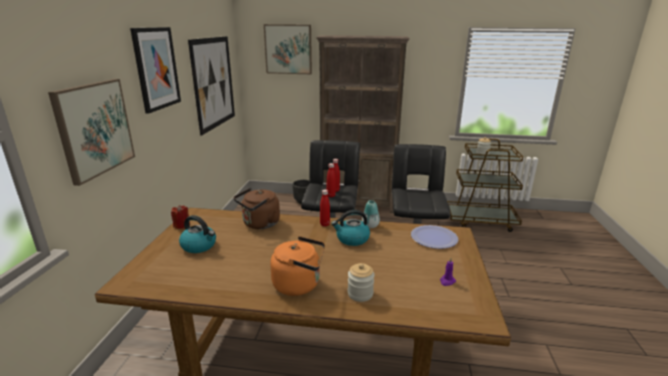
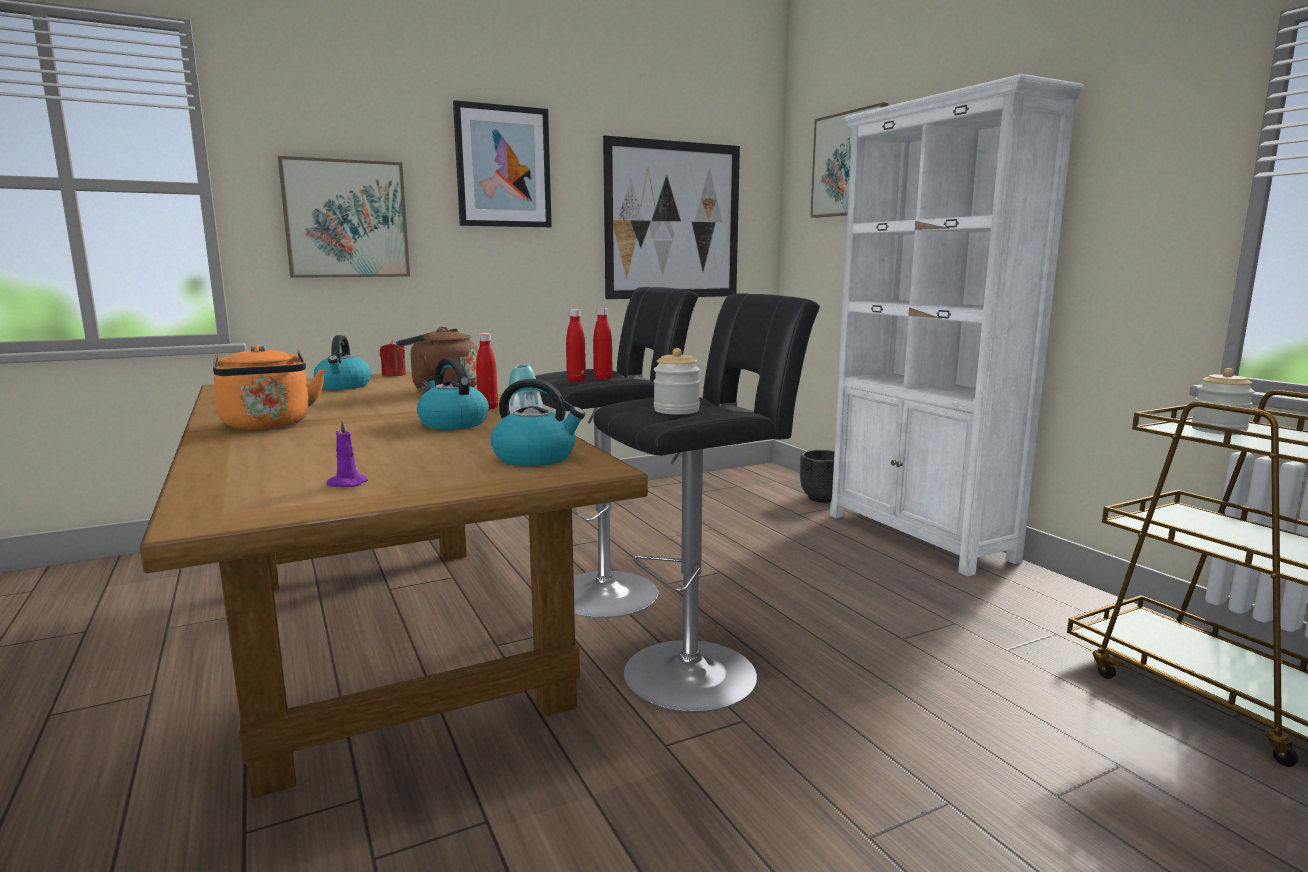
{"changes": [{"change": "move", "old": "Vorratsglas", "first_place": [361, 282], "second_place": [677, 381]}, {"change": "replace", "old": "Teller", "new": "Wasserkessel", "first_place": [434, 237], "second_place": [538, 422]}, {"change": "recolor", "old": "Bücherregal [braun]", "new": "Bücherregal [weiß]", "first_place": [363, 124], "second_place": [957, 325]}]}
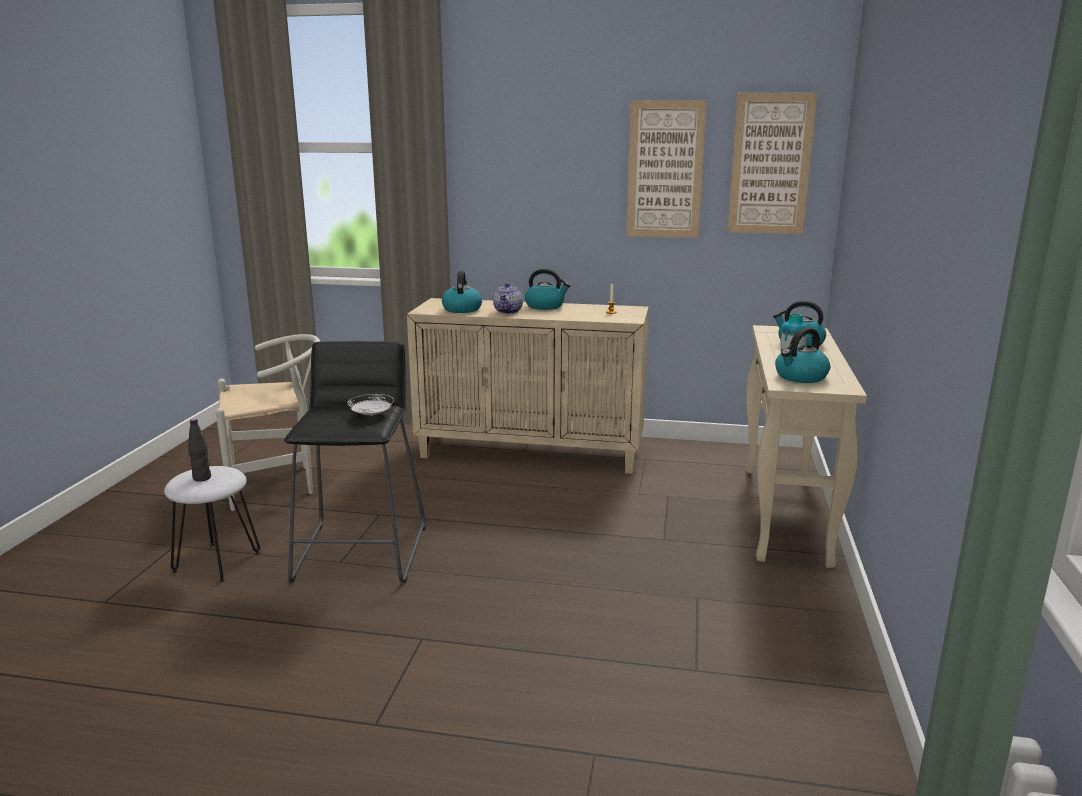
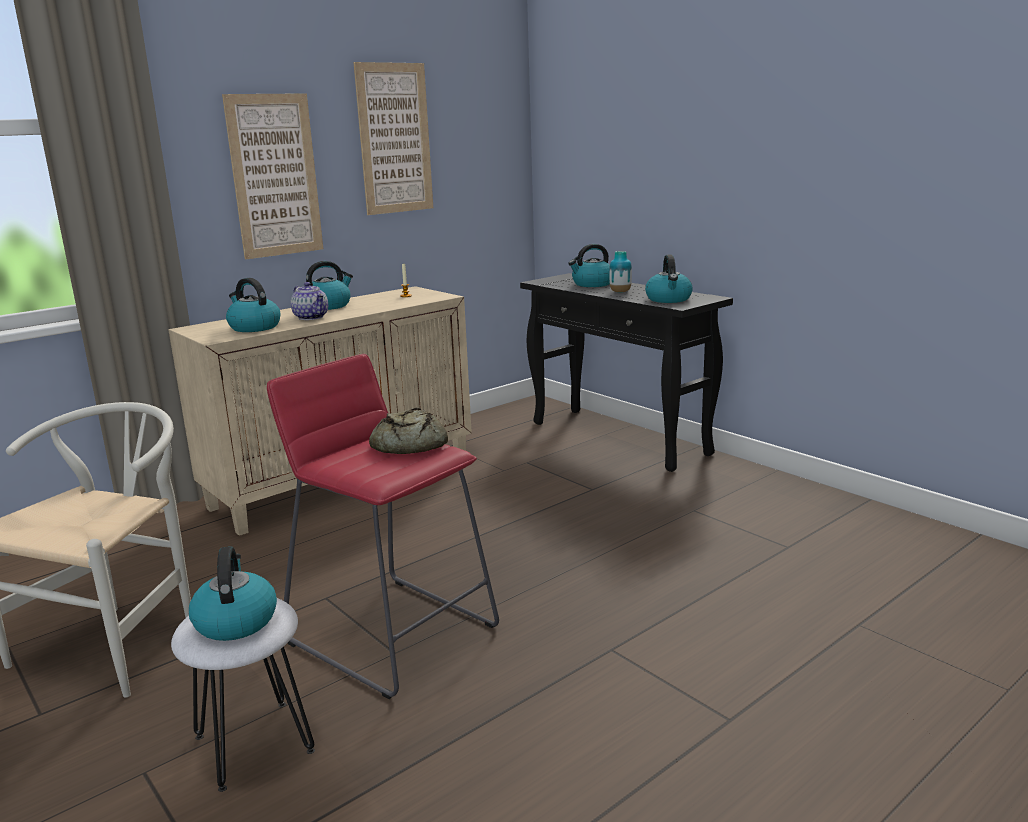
{"changes": [{"change": "move", "old": "Bild", "first_place": [772, 163], "second_place": [272, 176]}, {"change": "replace", "old": "Flasche [schwarz]", "new": "Wasserkessel", "first_place": [199, 450], "second_place": [233, 593]}, {"change": "replace", "old": "Teller [weiß]", "new": "Brot", "first_place": [371, 405], "second_place": [408, 431]}, {"change": "recolor", "old": "Hocker [schwarz]", "new": "Hocker [rot]", "first_place": [355, 462], "second_place": [383, 526]}, {"change": "recolor", "old": "Konsolentisch [beige]", "new": "Konsolentisch [schwarz]", "first_place": [806, 446], "second_place": [626, 372]}]}
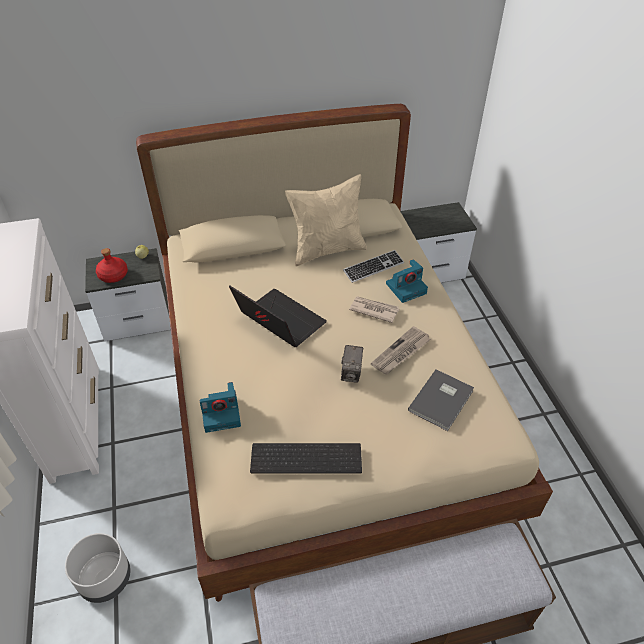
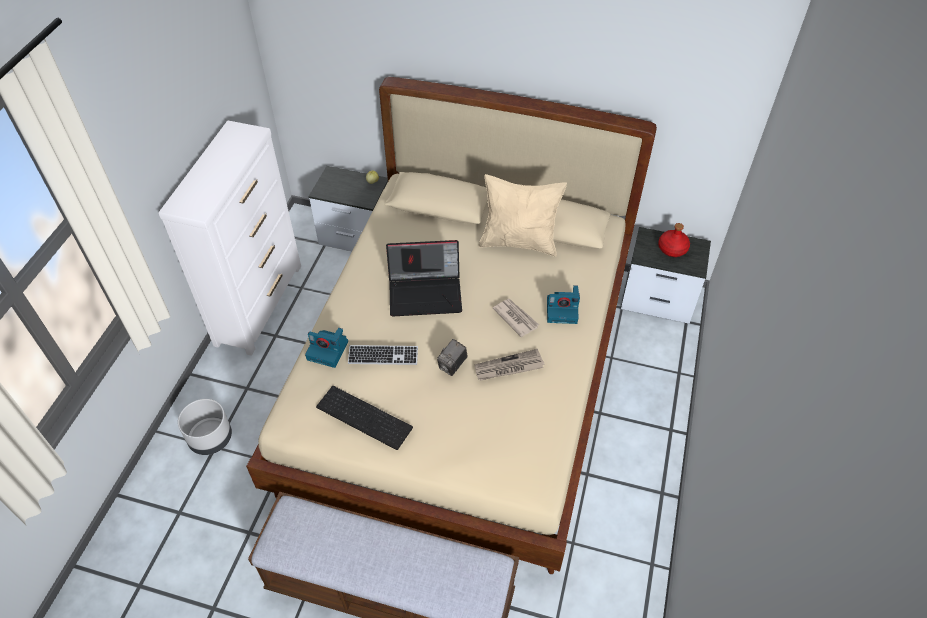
{"changes": [{"change": "delete", "old": "Buch [grau]", "first_place": [441, 400]}, {"change": "move", "old": "Flasche [rot]", "first_place": [112, 265], "second_place": [674, 240]}, {"change": "move", "old": "Tastatur", "first_place": [373, 266], "second_place": [383, 355]}, {"change": "rotate", "old": "Laptop", "first_place": [278, 316], "second_place": [424, 278], "degrees": 105}]}
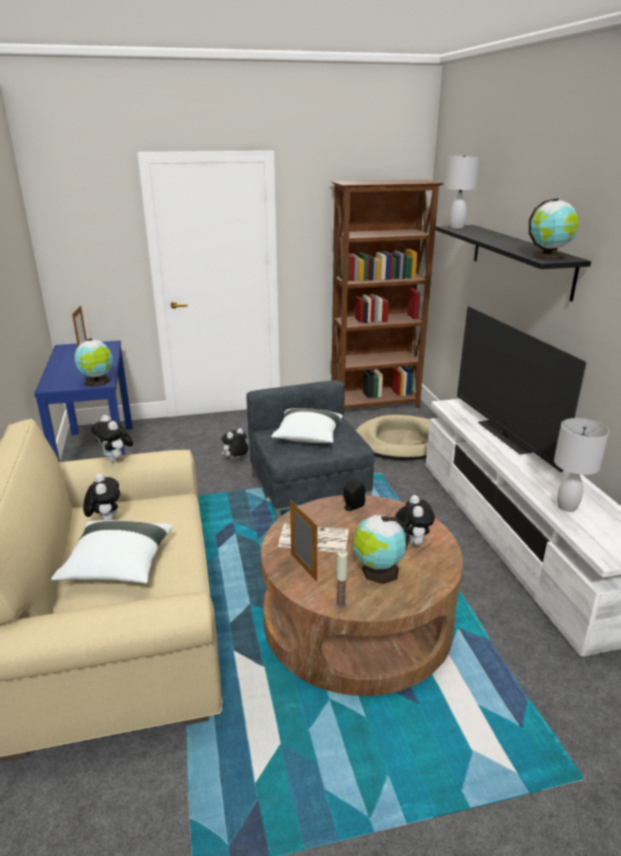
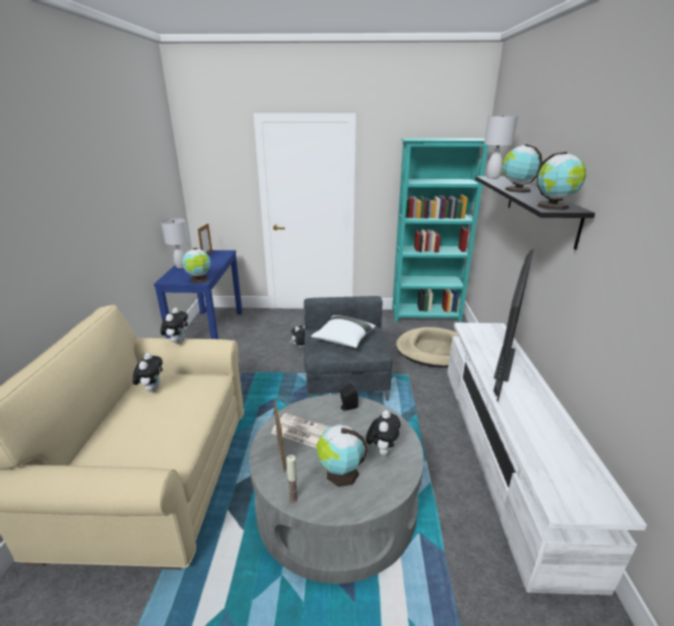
{"changes": [{"change": "delete", "old": "Kissen [weiß]", "first_place": [112, 551]}, {"change": "insert", "new": "Globus", "second_place": [522, 168]}, {"change": "move", "old": "Tischlampe [weiß]", "first_place": [581, 465], "second_place": [175, 243]}, {"change": "recolor", "old": "Couchtisch [braun]", "new": "Couchtisch [grau]", "first_place": [362, 595], "second_place": [336, 489]}, {"change": "recolor", "old": "Bücherregal [braun]", "new": "Bücherregal [türkis]", "first_place": [387, 294], "second_place": [440, 230]}, {"change": "rotate", "old": "Plüschtier", "first_place": [112, 438], "second_place": [174, 326], "degrees": -150}, {"change": "rotate", "old": "Fernseher", "first_place": [521, 389], "second_place": [513, 324], "degrees": -150}]}
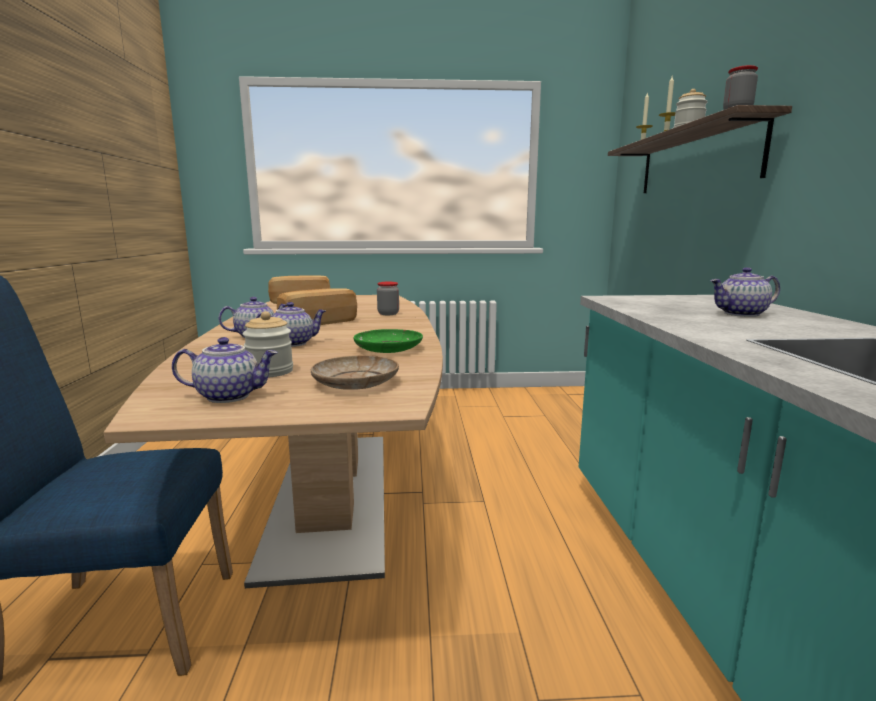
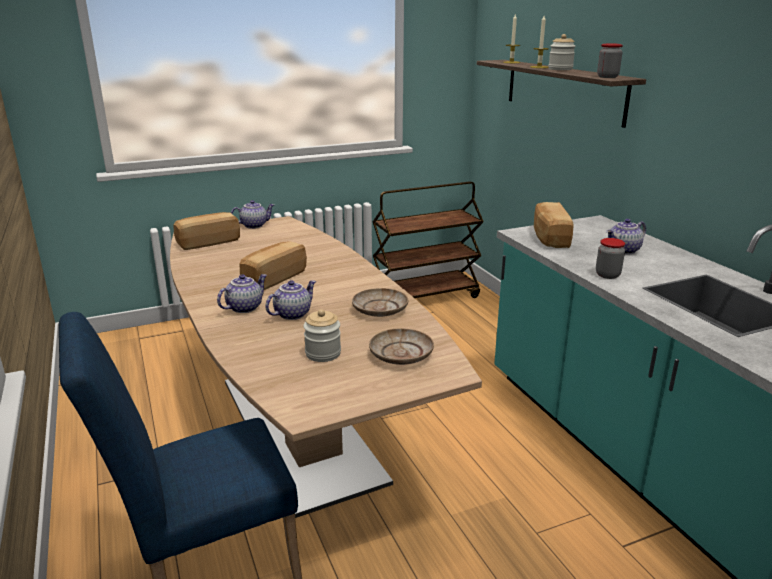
{"changes": [{"change": "insert", "new": "Rollwagen [braun]", "second_place": [428, 239]}, {"change": "insert", "new": "Brot", "second_place": [554, 225]}, {"change": "move", "old": "Teekanne", "first_place": [225, 370], "second_place": [252, 214]}, {"change": "move", "old": "Vorratsglas", "first_place": [388, 298], "second_place": [610, 258]}, {"change": "recolor", "old": "Teller [grün]", "new": "Teller [beige]", "first_place": [388, 341], "second_place": [380, 302]}]}
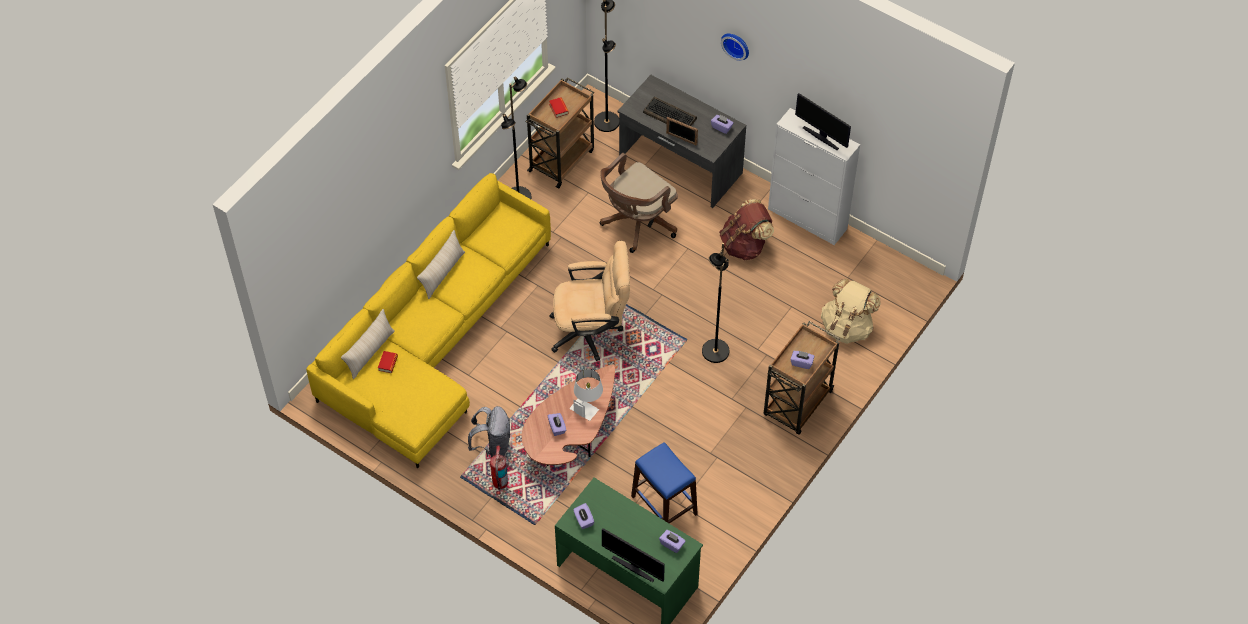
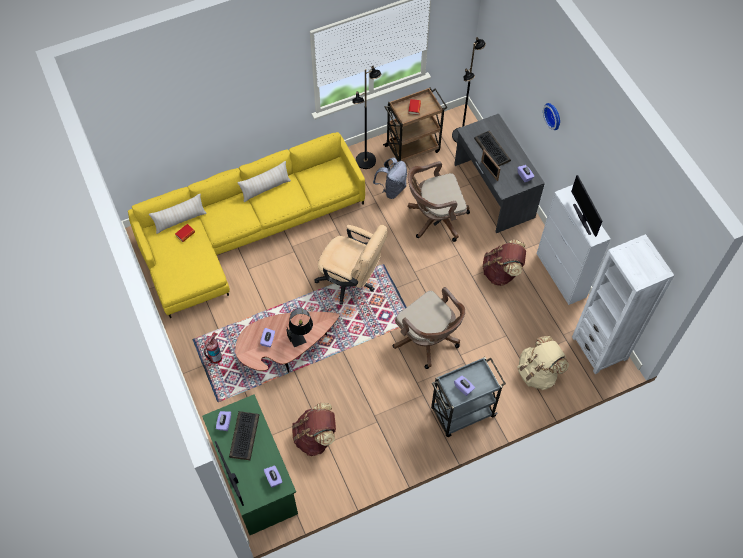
{"changes": [{"change": "insert", "new": "Tastatur", "second_place": [244, 435]}, {"change": "insert", "new": "Bücherregal [weiß]", "second_place": [623, 304]}, {"change": "move", "old": "Rucksack [grau]", "first_place": [489, 431], "second_place": [390, 178]}, {"change": "replace", "old": "Hocker [blau]", "new": "Rucksack [braun]", "first_place": [664, 483], "second_place": [314, 429]}, {"change": "replace", "old": "Stehlampe [schwarz]", "new": "Bürostuhl [braun]", "first_place": [715, 303], "second_place": [429, 328]}, {"change": "recolor", "old": "Tischlampe [weiß]", "new": "Tischlampe [schwarz]", "first_place": [586, 395], "second_place": [299, 327]}, {"change": "recolor", "old": "Rollwagen [braun]", "new": "Rollwagen [grau]", "first_place": [802, 378], "second_place": [468, 397]}]}
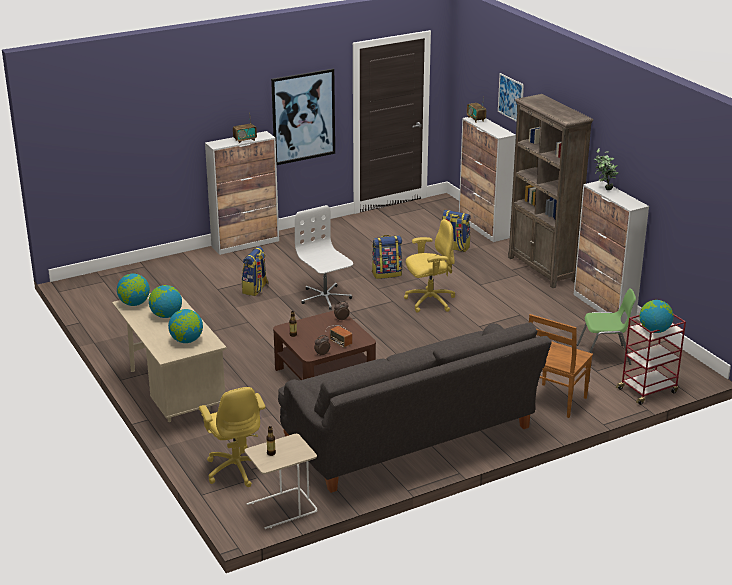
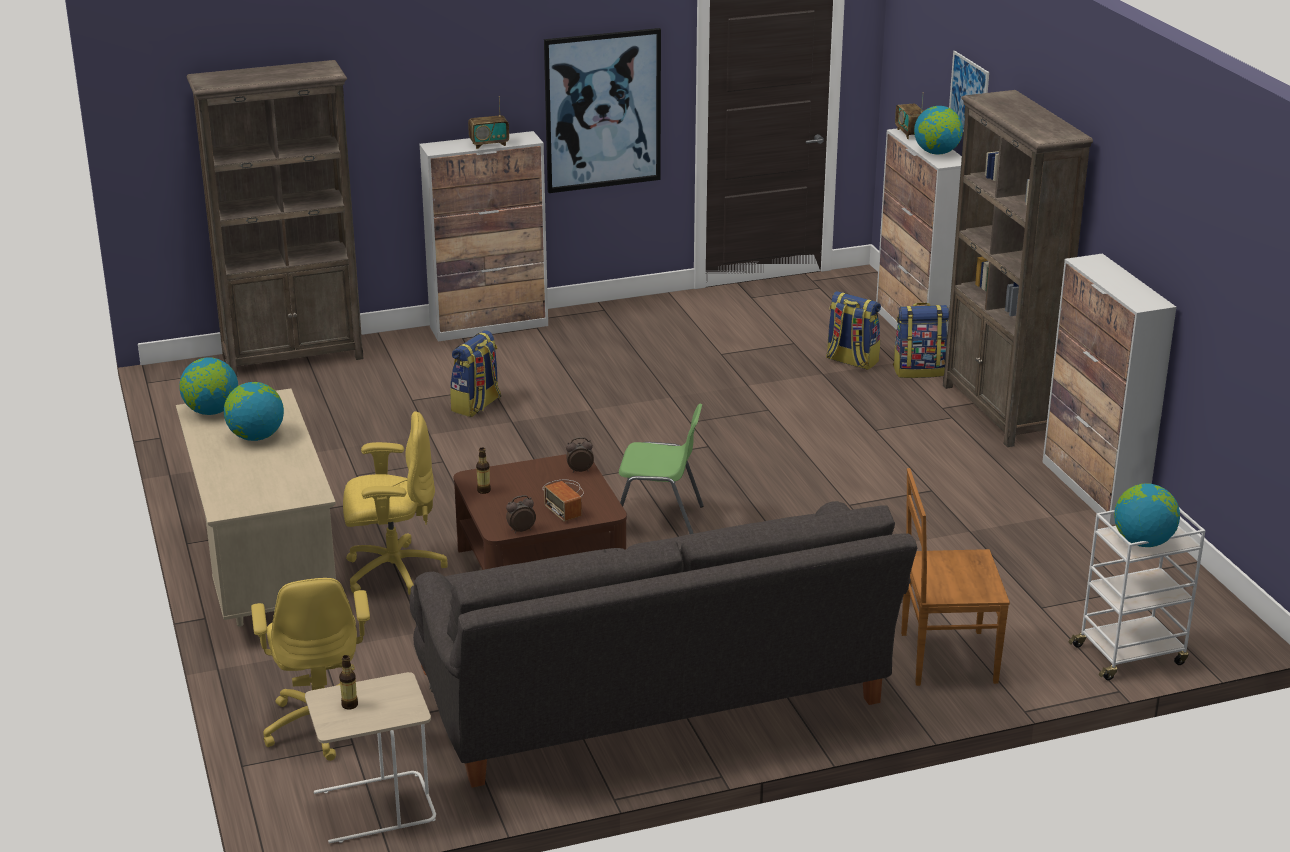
{"changes": [{"change": "delete", "old": "Bürostuhl [weiß]", "first_place": [324, 257]}, {"change": "delete", "old": "Topfpflanze", "first_place": [606, 169]}, {"change": "insert", "new": "Bücherregal [braun]", "second_place": [275, 218]}, {"change": "move", "old": "Globus", "first_place": [185, 326], "second_place": [938, 130]}, {"change": "move", "old": "Rucksack", "first_place": [387, 257], "second_place": [921, 340]}, {"change": "move", "old": "Bürostuhl [gelb]", "first_place": [429, 265], "second_place": [395, 503]}, {"change": "move", "old": "Stuhl [grün]", "first_place": [606, 326], "second_place": [661, 468]}, {"change": "recolor", "old": "Rollwagen [rot]", "new": "Rollwagen [weiß]", "first_place": [651, 359], "second_place": [1136, 594]}, {"change": "rotate", "old": "Stuhl [braun]", "first_place": [561, 366], "second_place": [955, 577], "degrees": 45}]}
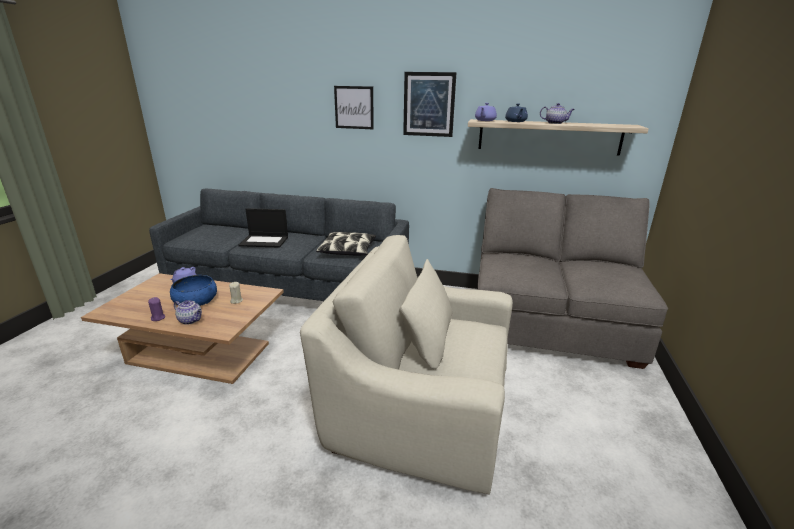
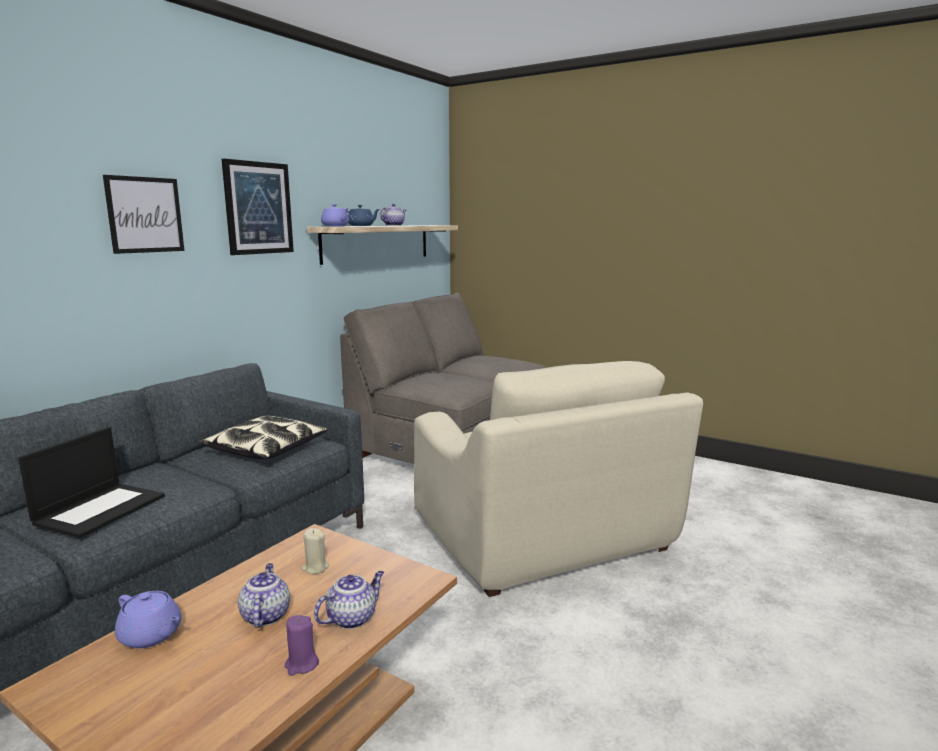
{"changes": [{"change": "replace", "old": "Schüssel [blau]", "new": "Teekanne", "first_place": [193, 290], "second_place": [264, 595]}, {"change": "rotate", "old": "Sessel [beige]", "first_place": [406, 365], "second_place": [558, 479], "degrees": -60}]}
